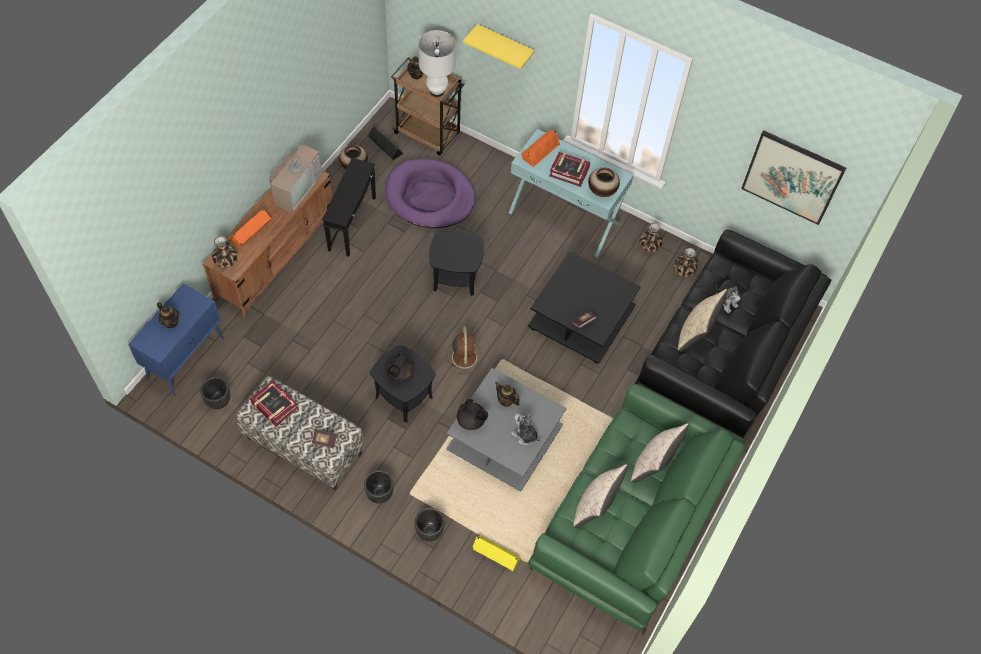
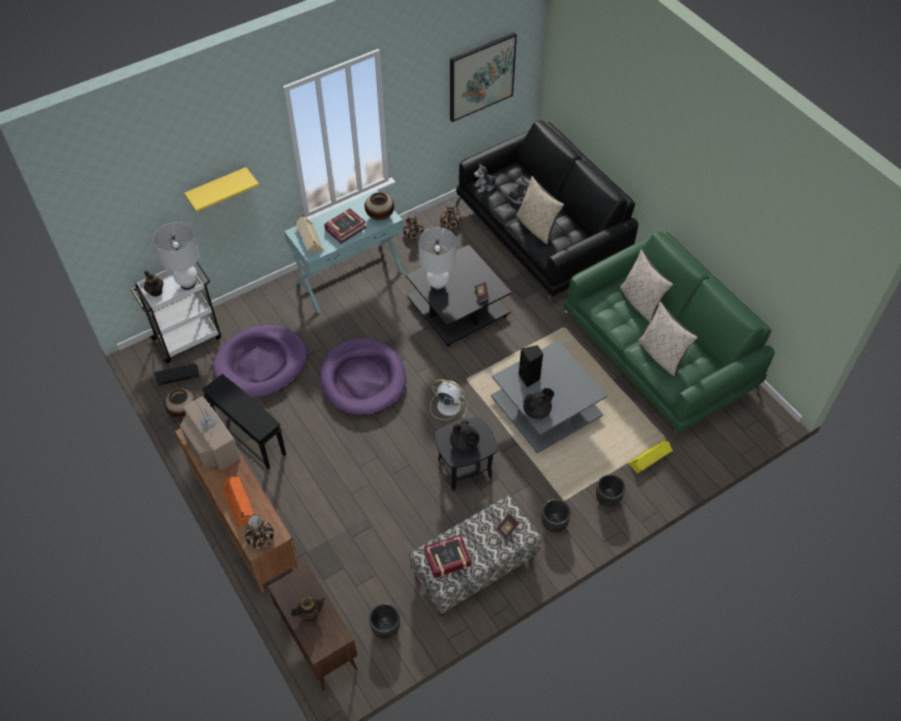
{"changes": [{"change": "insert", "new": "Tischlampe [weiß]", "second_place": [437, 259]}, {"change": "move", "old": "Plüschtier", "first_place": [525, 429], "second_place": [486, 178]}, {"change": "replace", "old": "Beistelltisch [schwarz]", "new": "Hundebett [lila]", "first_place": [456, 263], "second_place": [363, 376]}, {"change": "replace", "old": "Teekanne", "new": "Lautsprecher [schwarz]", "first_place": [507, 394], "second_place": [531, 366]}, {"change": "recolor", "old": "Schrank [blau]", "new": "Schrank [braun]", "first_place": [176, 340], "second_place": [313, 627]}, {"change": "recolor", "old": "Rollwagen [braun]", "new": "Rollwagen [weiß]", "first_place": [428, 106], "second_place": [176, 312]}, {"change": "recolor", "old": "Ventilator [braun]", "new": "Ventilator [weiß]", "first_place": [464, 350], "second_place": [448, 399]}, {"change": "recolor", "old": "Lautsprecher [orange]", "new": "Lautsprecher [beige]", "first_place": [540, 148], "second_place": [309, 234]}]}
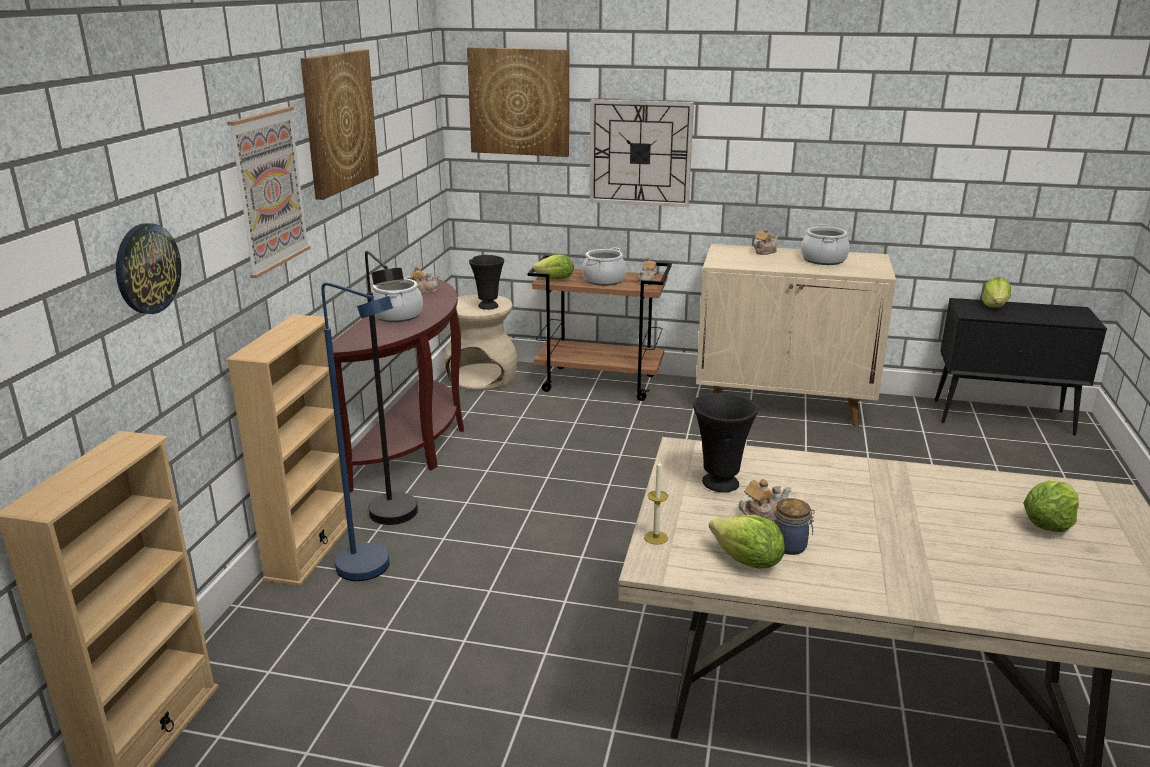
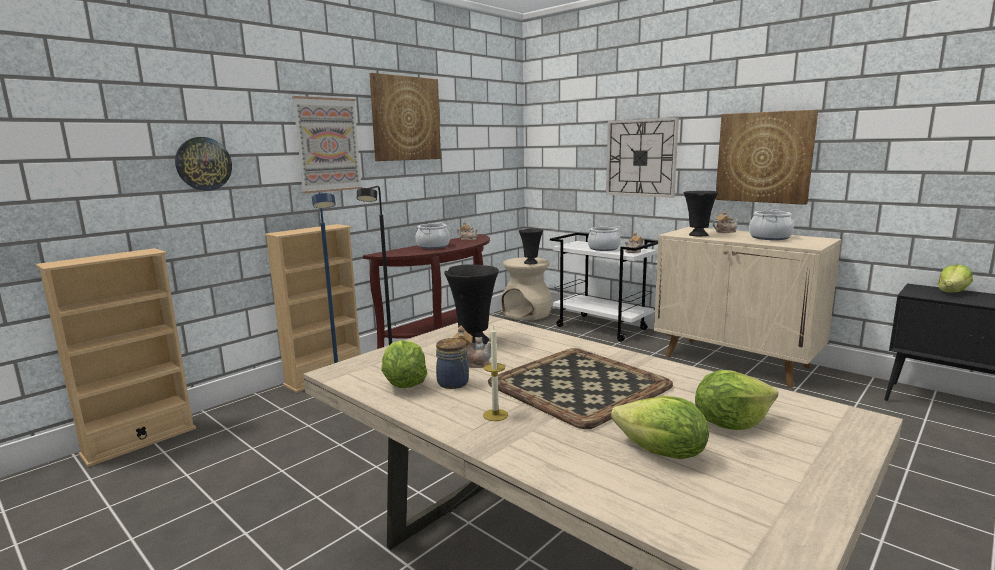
{"changes": [{"change": "insert", "new": "Tablett", "second_place": [580, 388]}, {"change": "insert", "new": "Vase [schwarz]", "second_place": [700, 213]}, {"change": "move", "old": "Bild", "first_place": [518, 102], "second_place": [766, 157]}, {"change": "move", "old": "Salatkopf", "first_place": [553, 267], "second_place": [660, 427]}, {"change": "move", "old": "Kerze", "first_place": [656, 502], "second_place": [495, 373]}, {"change": "recolor", "old": "Rollwagen [braun]", "new": "Rollwagen [weiß]", "first_place": [600, 328], "second_place": [604, 287]}]}
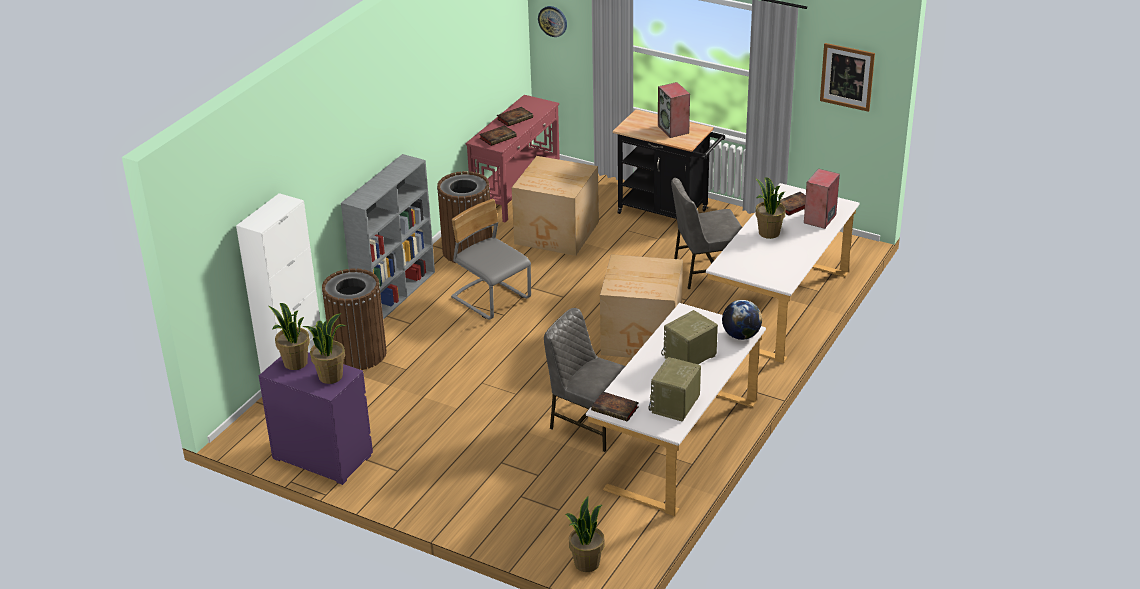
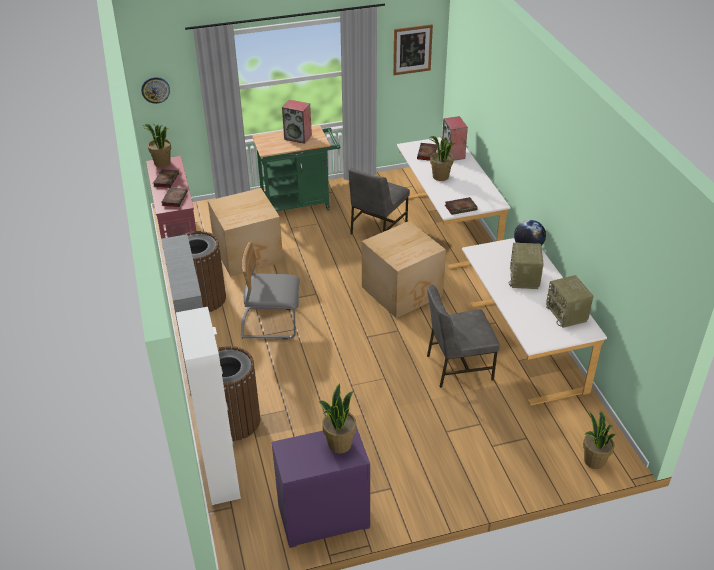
{"changes": [{"change": "move", "old": "Topfpflanze", "first_place": [289, 336], "second_place": [156, 145]}, {"change": "move", "old": "Buch", "first_place": [615, 407], "second_place": [461, 206]}, {"change": "recolor", "old": "Rollwagen [schwarz]", "new": "Rollwagen [grün]", "first_place": [668, 164], "second_place": [296, 168]}]}
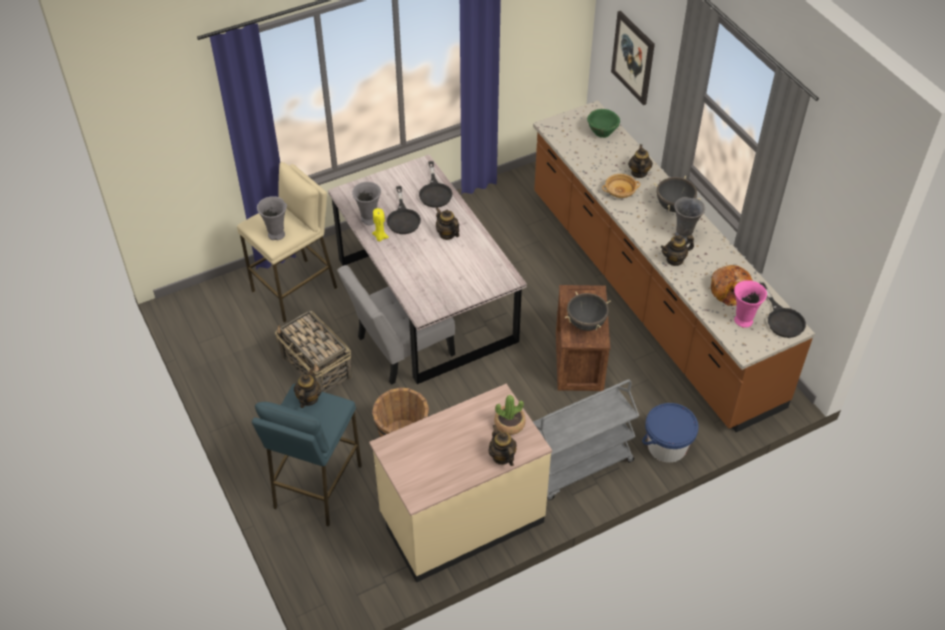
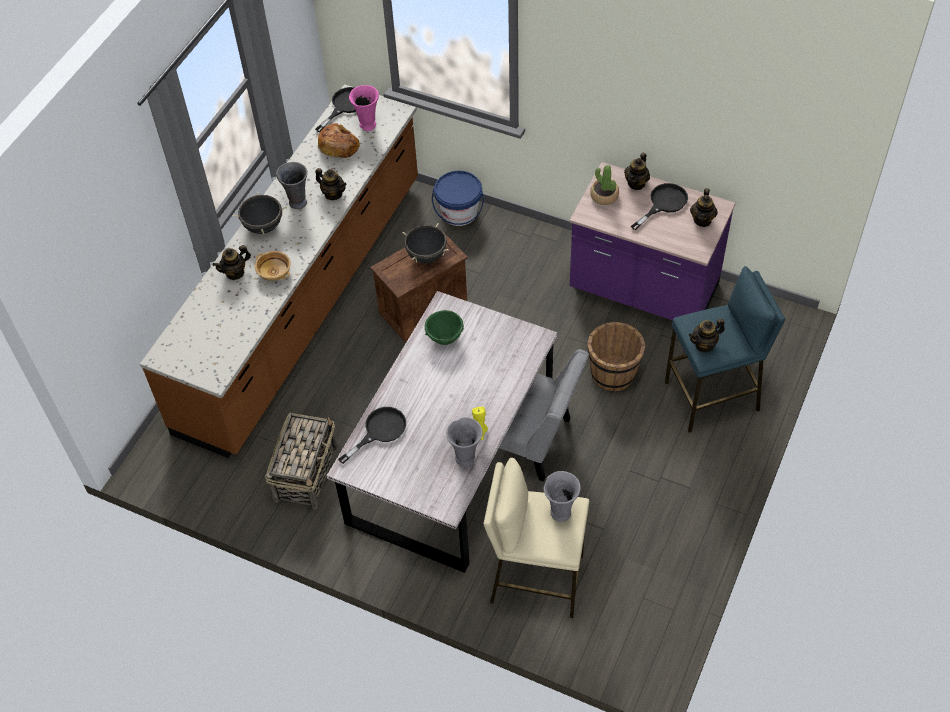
{"changes": [{"change": "delete", "old": "Rollwagen [grau]", "first_place": [586, 440]}, {"change": "delete", "old": "Bild", "first_place": [633, 58]}, {"change": "move", "old": "Korb", "first_place": [314, 351], "second_place": [301, 461]}, {"change": "move", "old": "Pfanne [schwarz]", "first_place": [404, 210], "second_place": [659, 206]}, {"change": "move", "old": "Teekanne", "first_place": [447, 223], "second_place": [704, 207]}, {"change": "move", "old": "Schüssel [grün]", "first_place": [603, 123], "second_place": [444, 327]}, {"change": "recolor", "old": "Küchenzeile [beige]", "new": "Küchenzeile [lila]", "first_place": [460, 483], "second_place": [653, 241]}]}
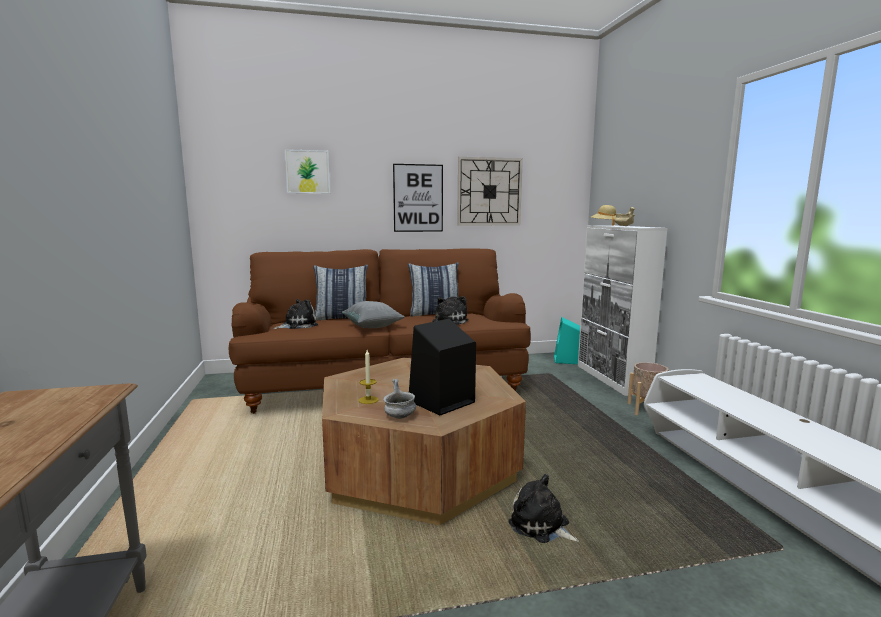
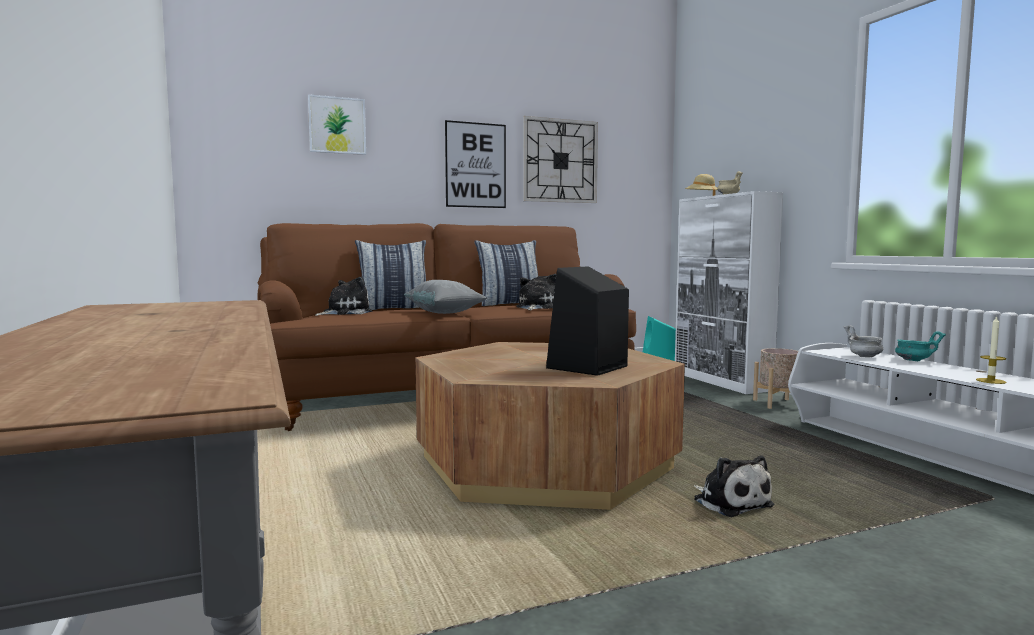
{"changes": [{"change": "insert", "new": "Schüssel [türkis]", "second_place": [920, 346]}, {"change": "move", "old": "Kerze", "first_place": [368, 377], "second_place": [991, 349]}, {"change": "move", "old": "Schüssel [grau]", "first_place": [399, 399], "second_place": [863, 341]}, {"change": "rotate", "old": "Plüschtier", "first_place": [543, 508], "second_place": [734, 486], "degrees": -150}]}
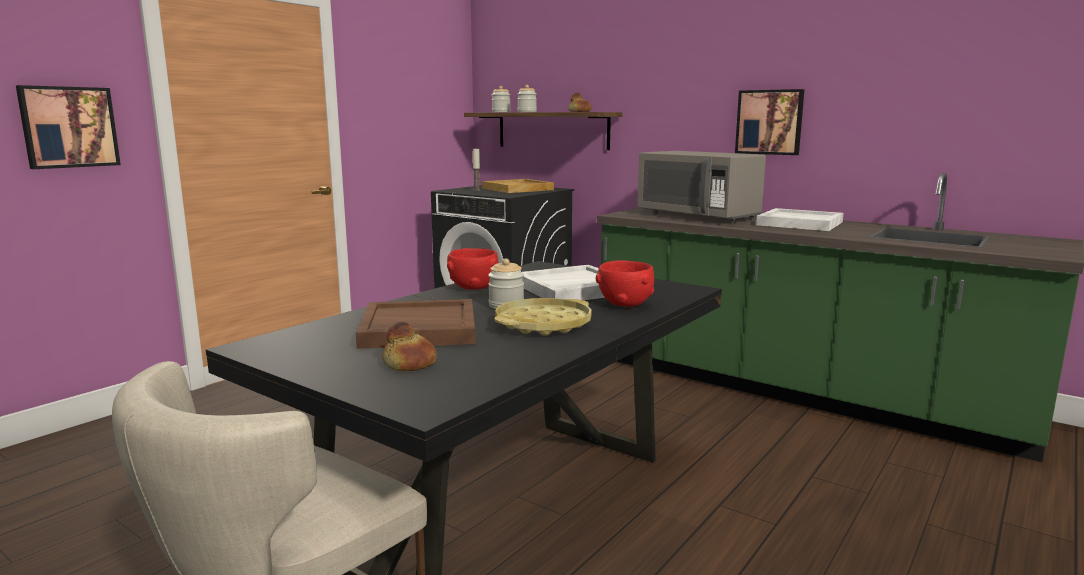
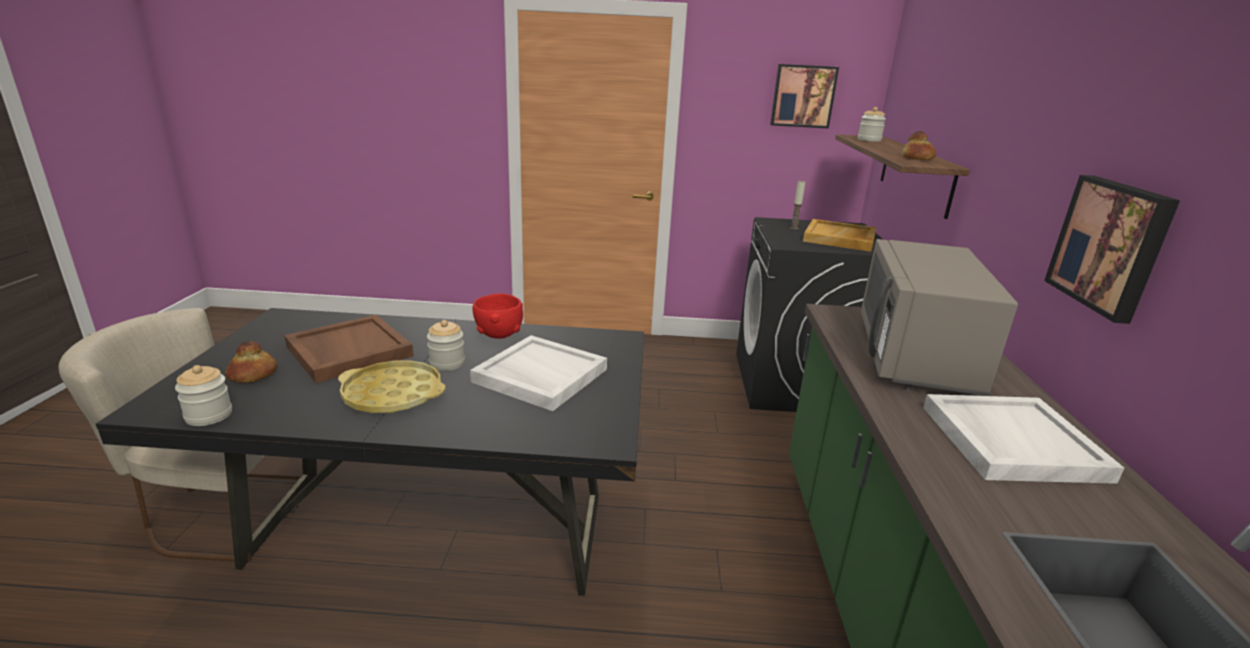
{"changes": [{"change": "delete", "old": "Schüssel [rot]", "first_place": [625, 283]}, {"change": "move", "old": "Bild", "first_place": [68, 127], "second_place": [804, 96]}, {"change": "move", "old": "Vorratsglas", "first_place": [527, 98], "second_place": [203, 395]}]}
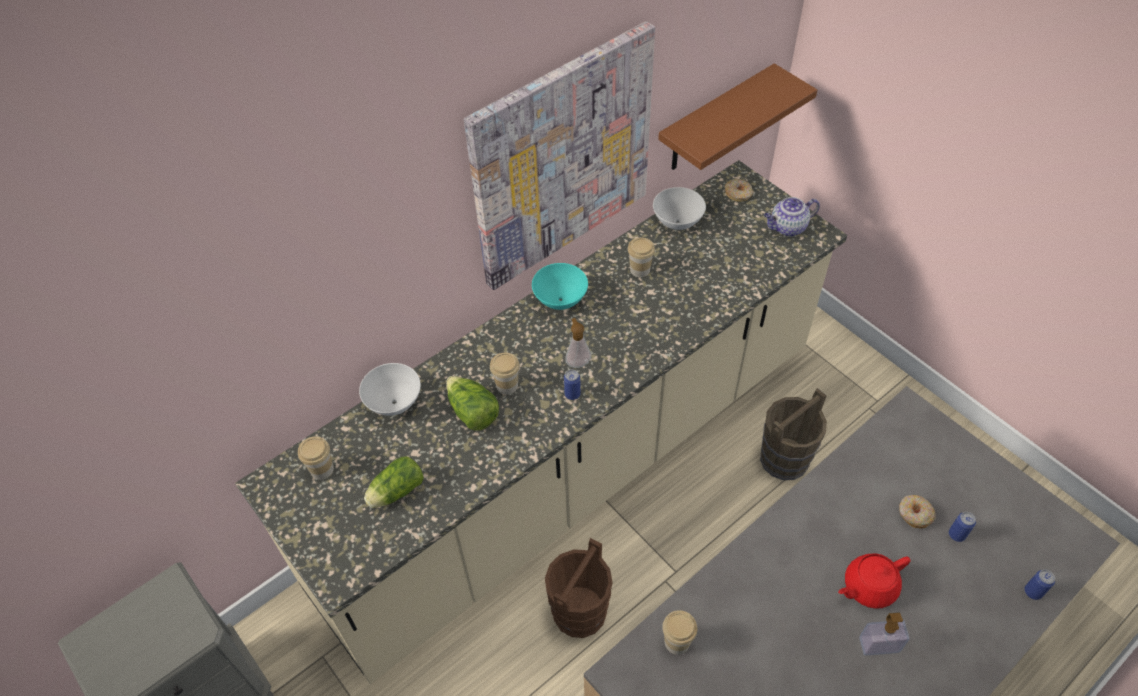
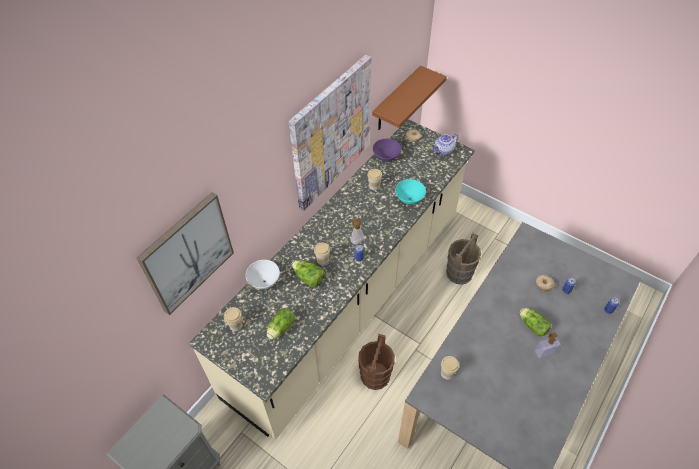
{"changes": [{"change": "insert", "new": "Bild", "second_place": [185, 253]}, {"change": "move", "old": "Schüssel [türkis]", "first_place": [560, 286], "second_place": [410, 191]}, {"change": "replace", "old": "Teekanne [rot]", "new": "Salatkopf", "first_place": [874, 581], "second_place": [535, 322]}, {"change": "recolor", "old": "Schüssel [weiß]", "new": "Schüssel [lila]", "first_place": [679, 208], "second_place": [387, 150]}]}
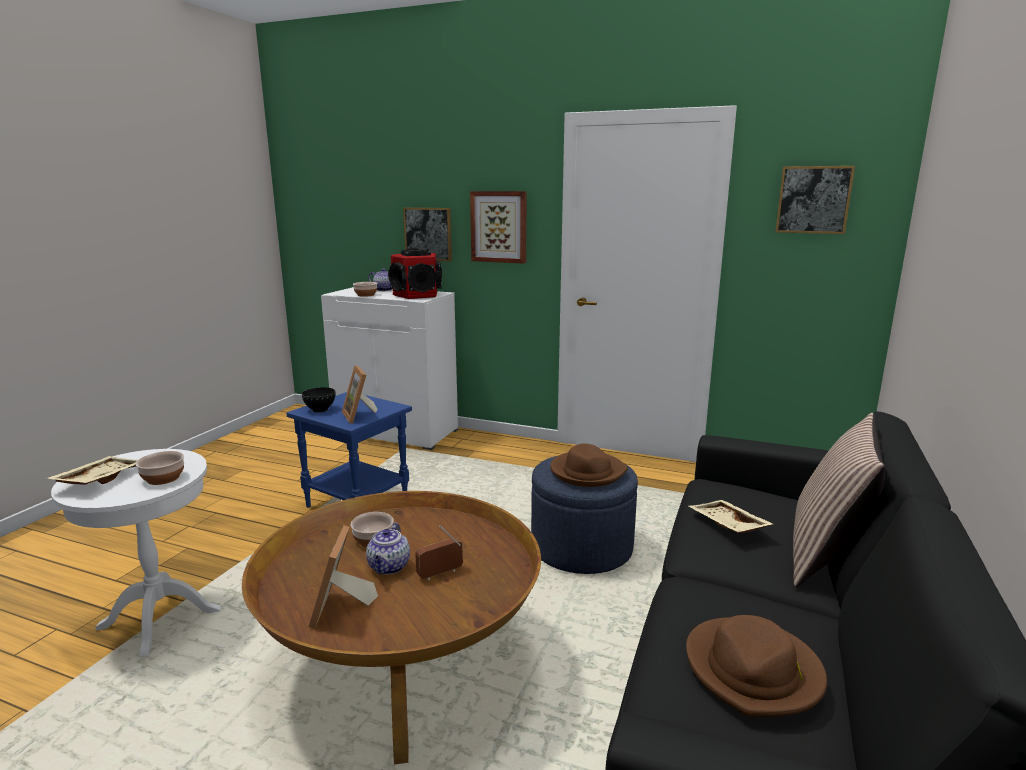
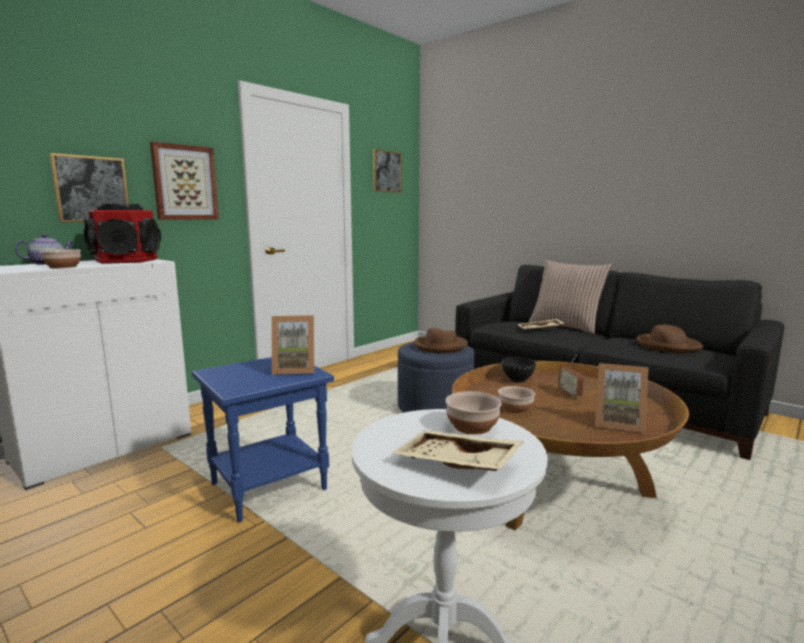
{"changes": [{"change": "delete", "old": "Teekanne", "first_place": [388, 548]}, {"change": "move", "old": "Schüssel [schwarz]", "first_place": [318, 400], "second_place": [519, 370]}]}
